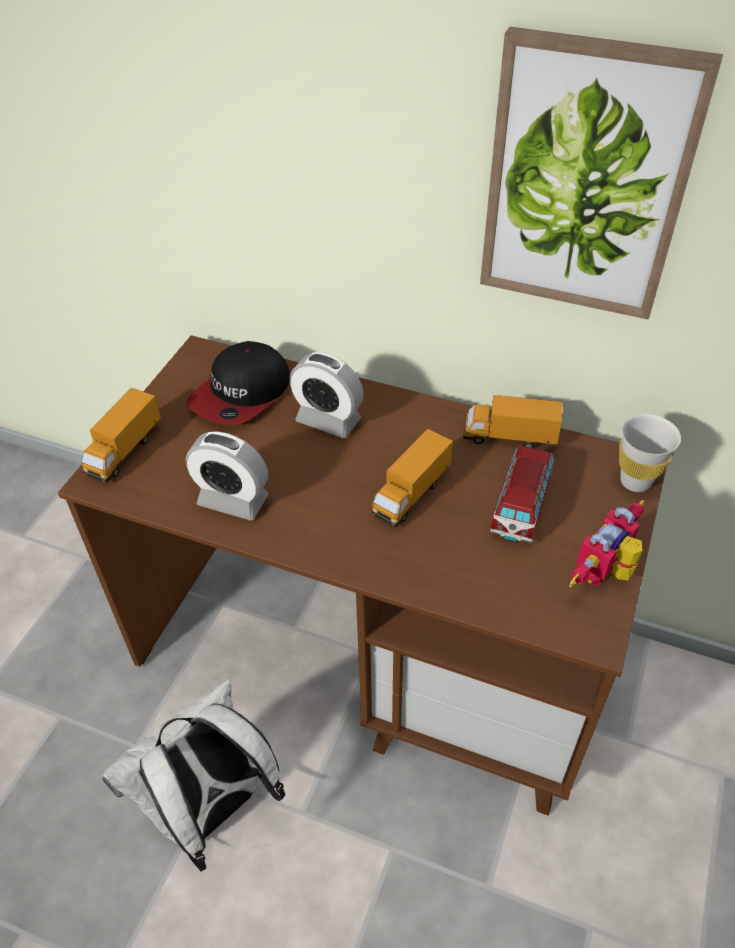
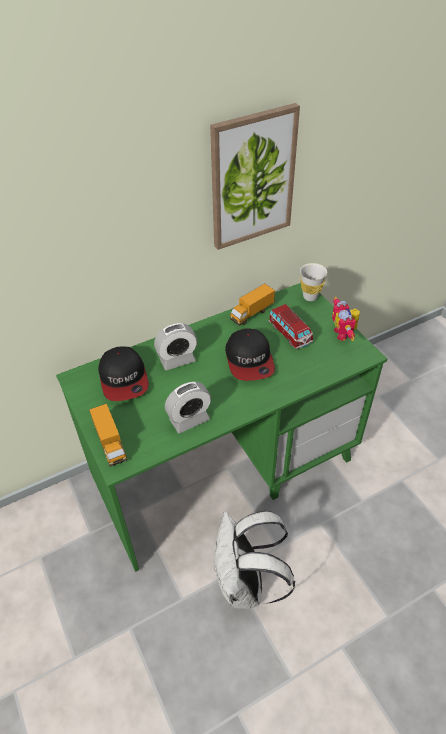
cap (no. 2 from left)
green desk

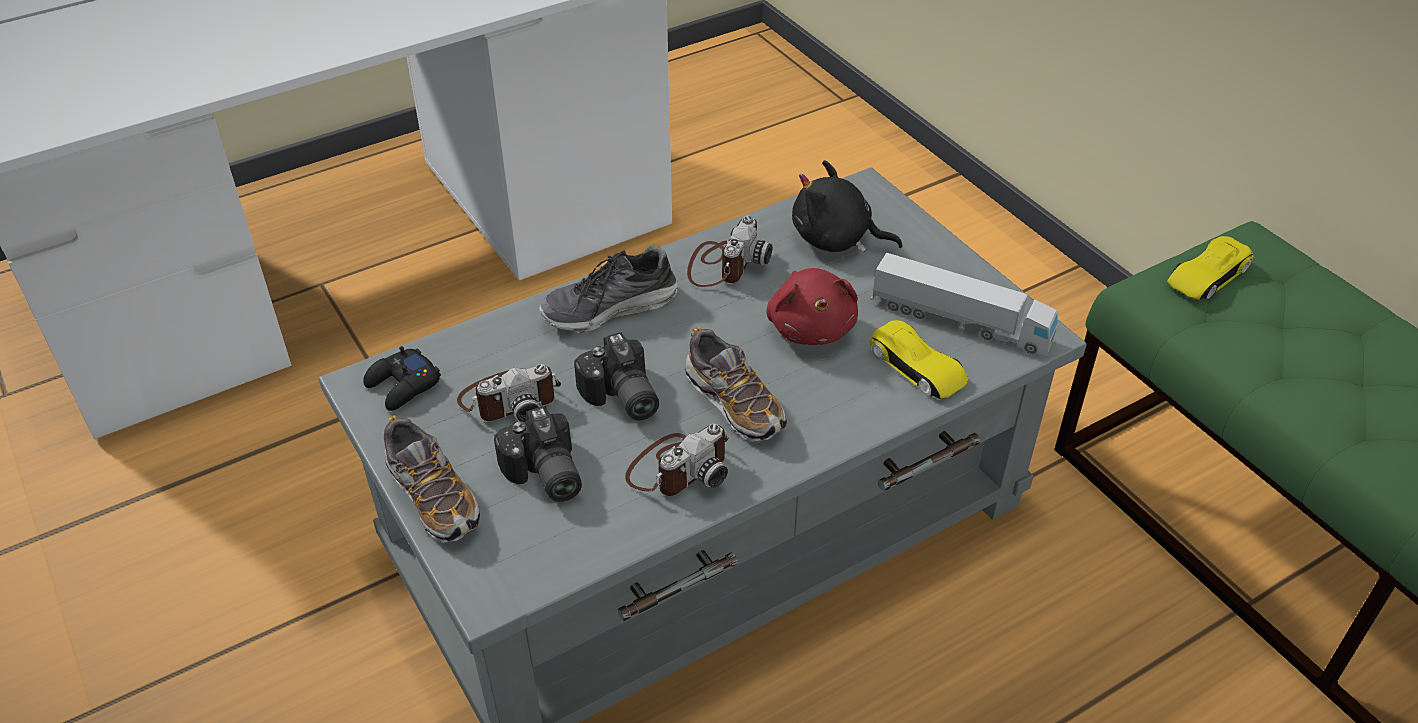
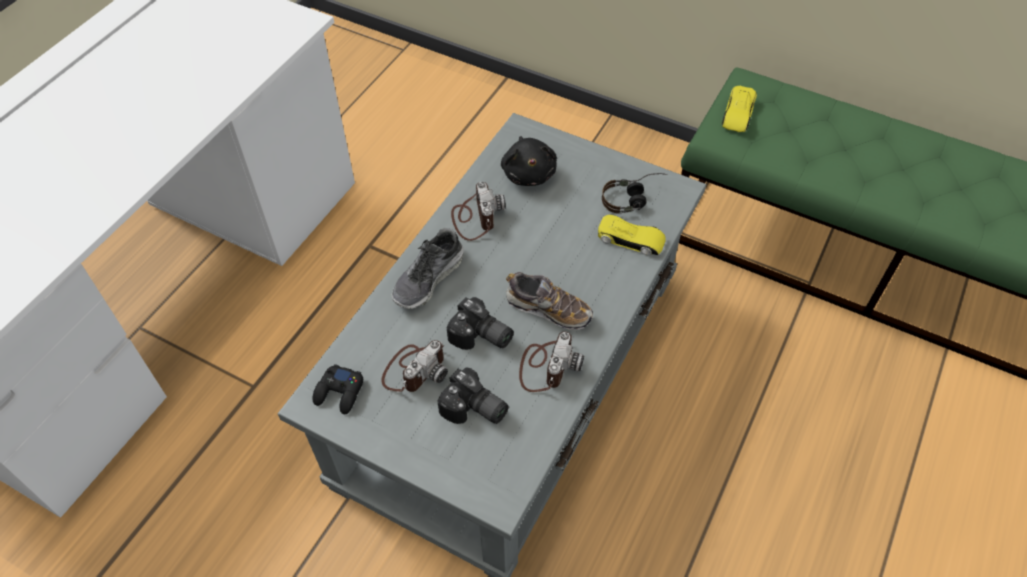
shoe (no. 1 from left in the first image)
red plush toy
headphones
black plush toy

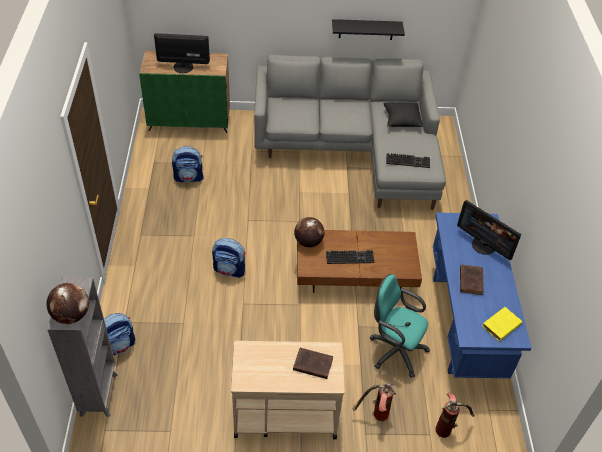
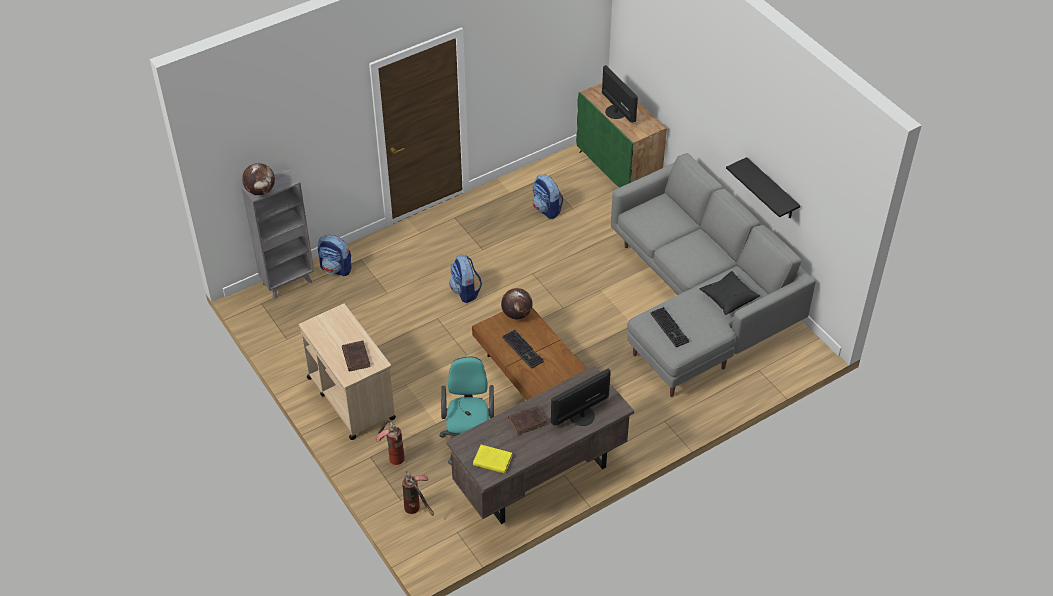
brown desk
monitor (no. 1 from left)

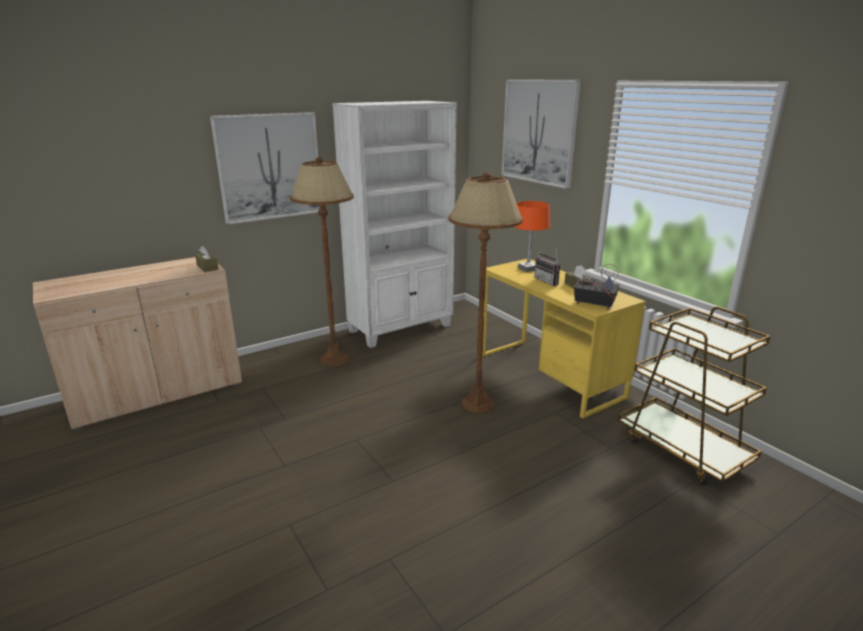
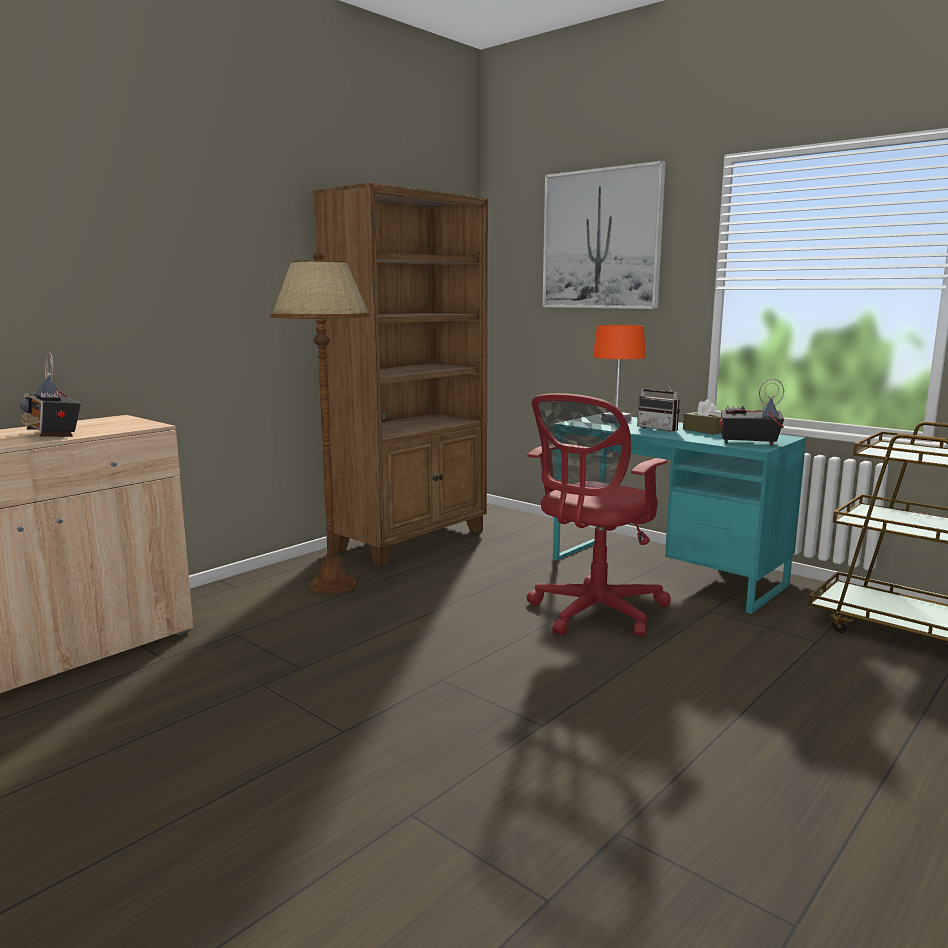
brown tissue box (no. 1 from left in the first image)
picture (no. 1 from left in the first image)
radio (no. 1 from left)
red office chair
brown bookcase
turquoise desk

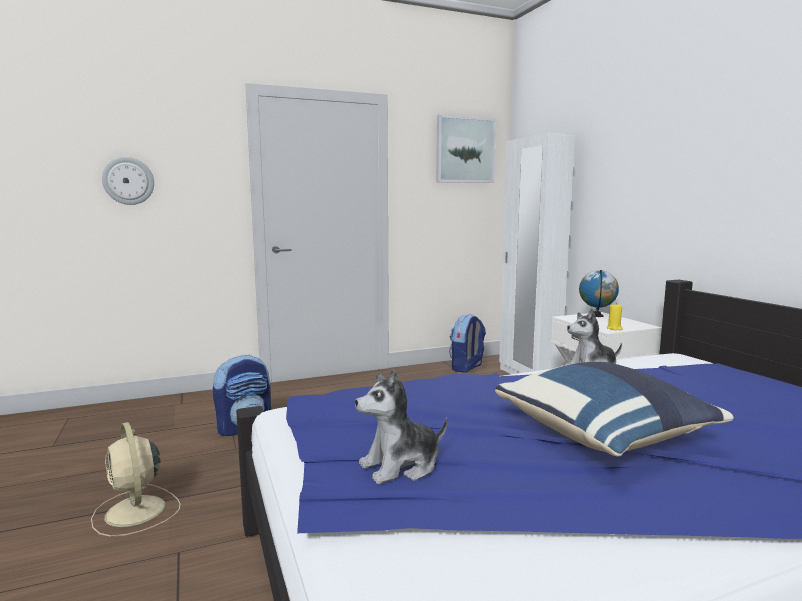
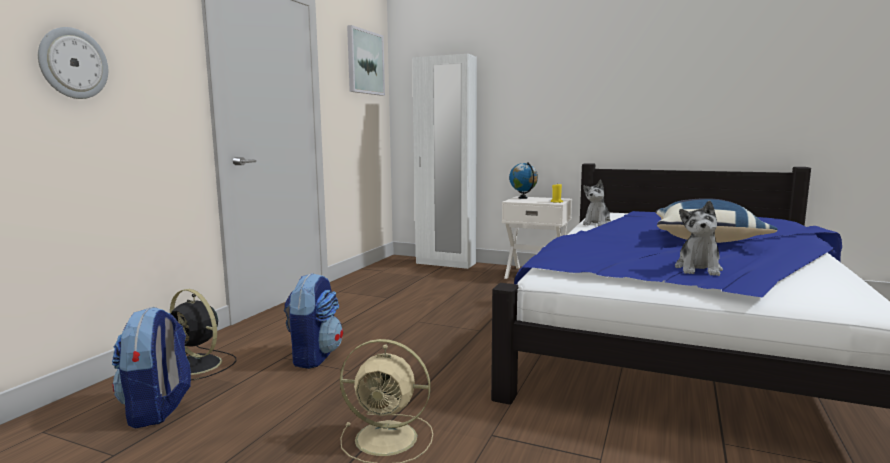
black fan
backpack (no. 1 from left)

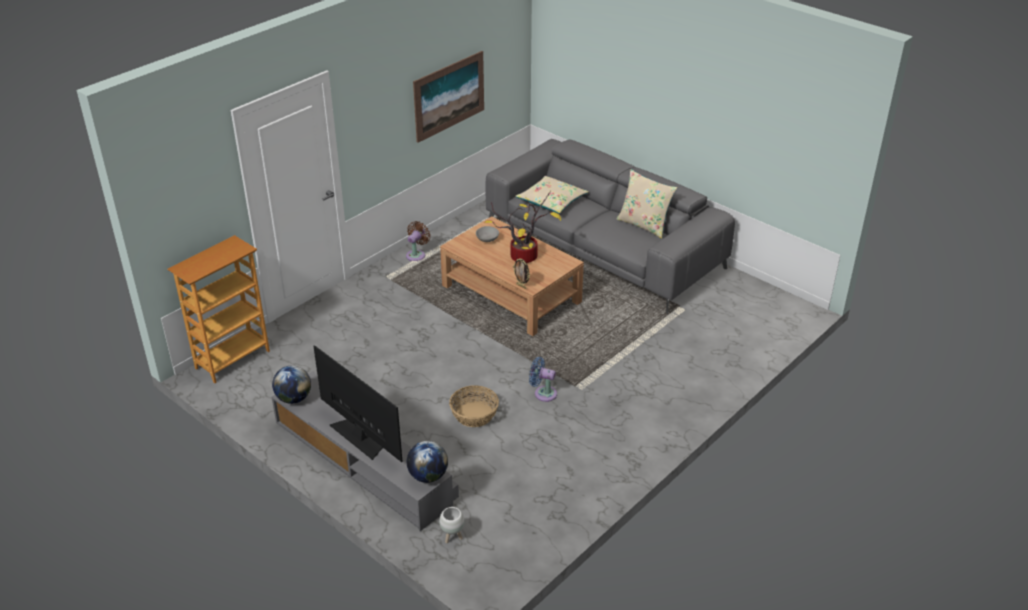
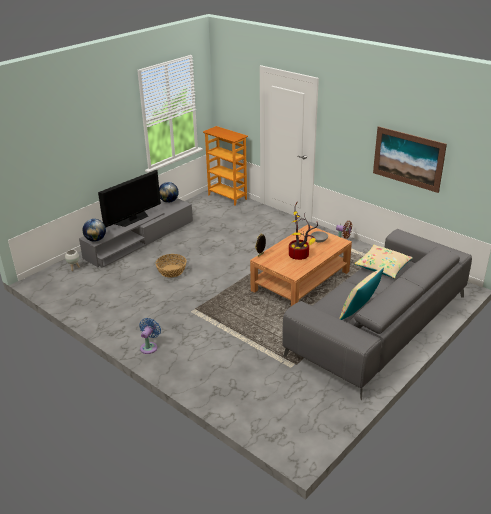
blue fan

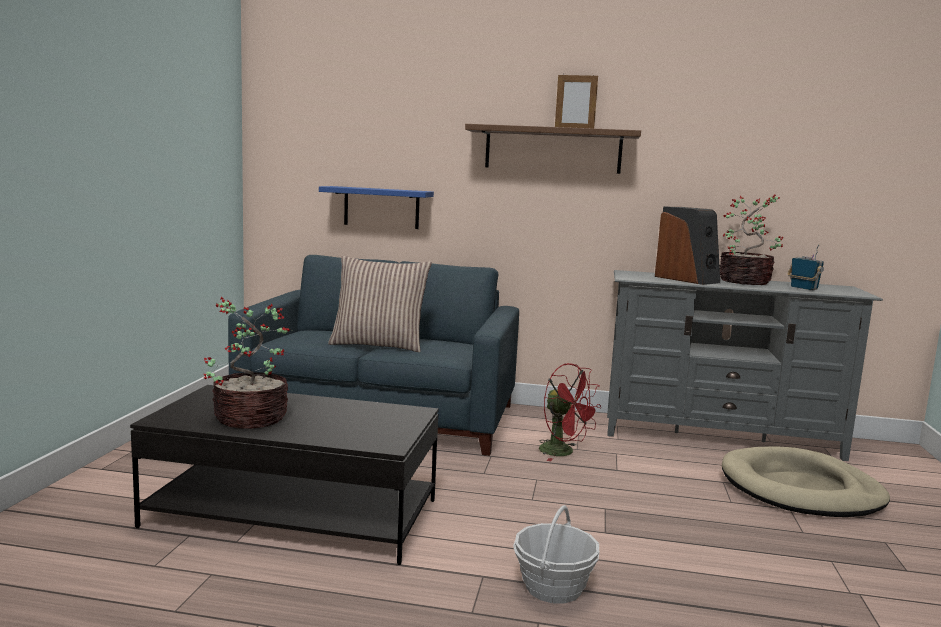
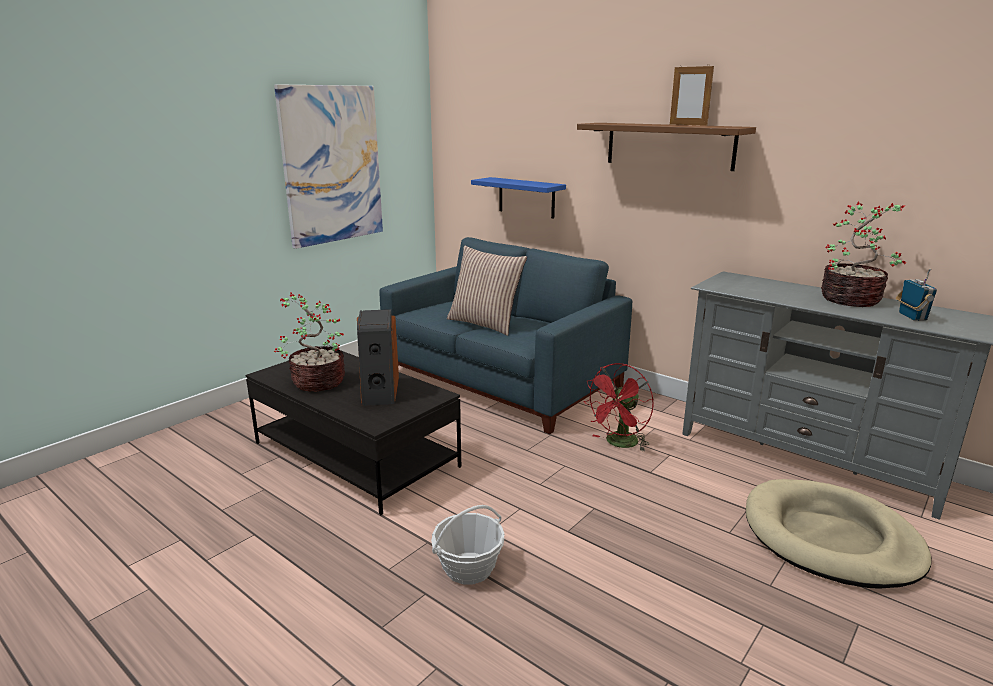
picture
speaker
red fan

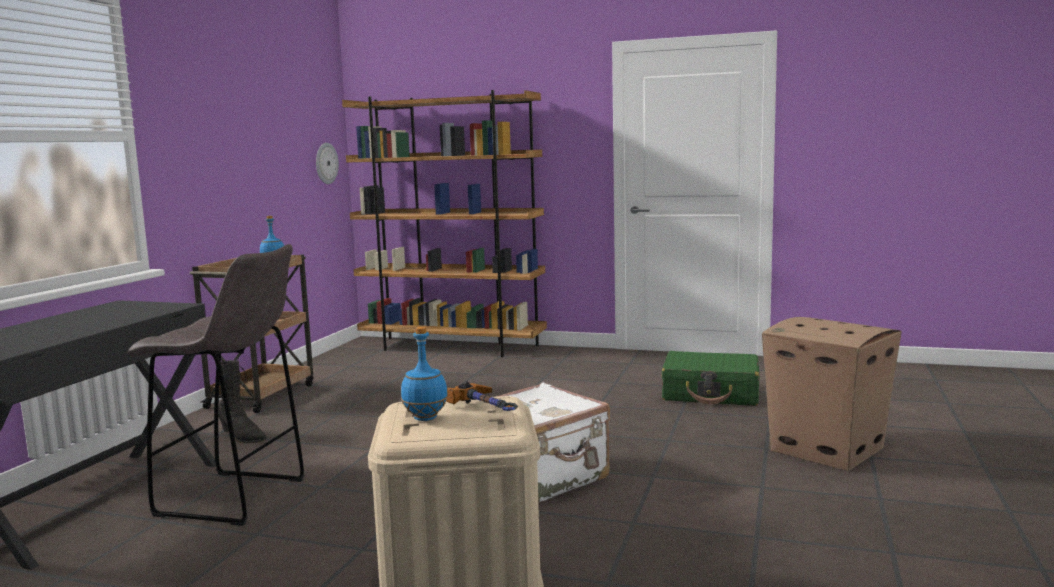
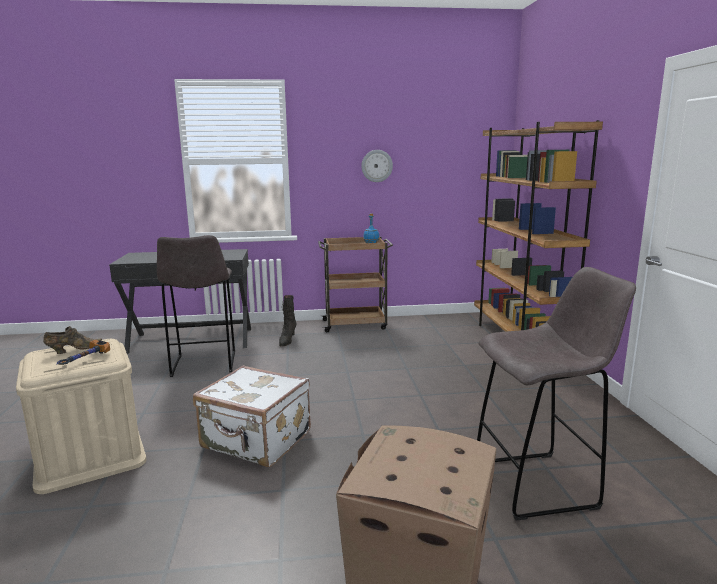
wall clock
brown shoe
grey stool (no. 2 from left)

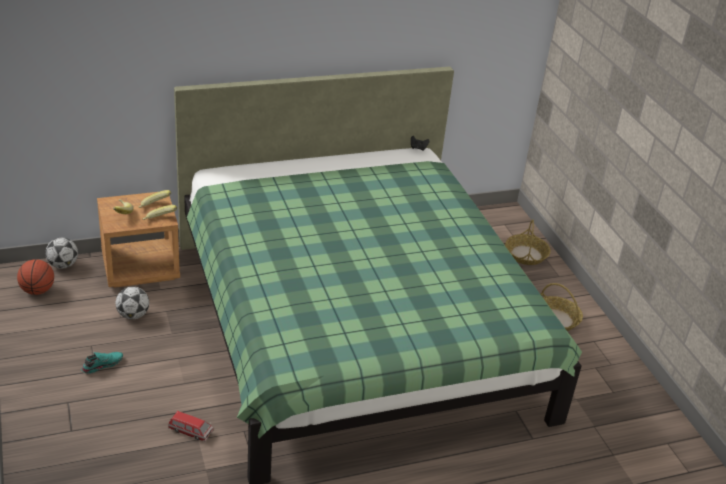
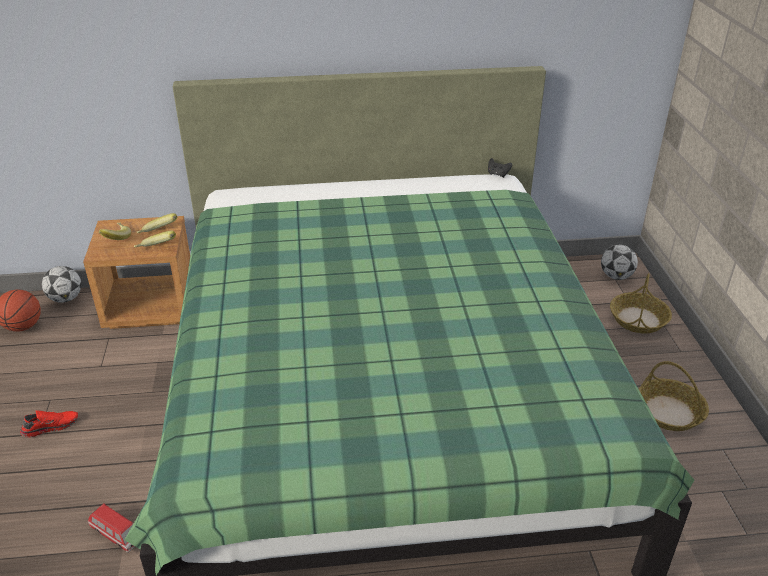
football (no. 2 from left)
red shoe

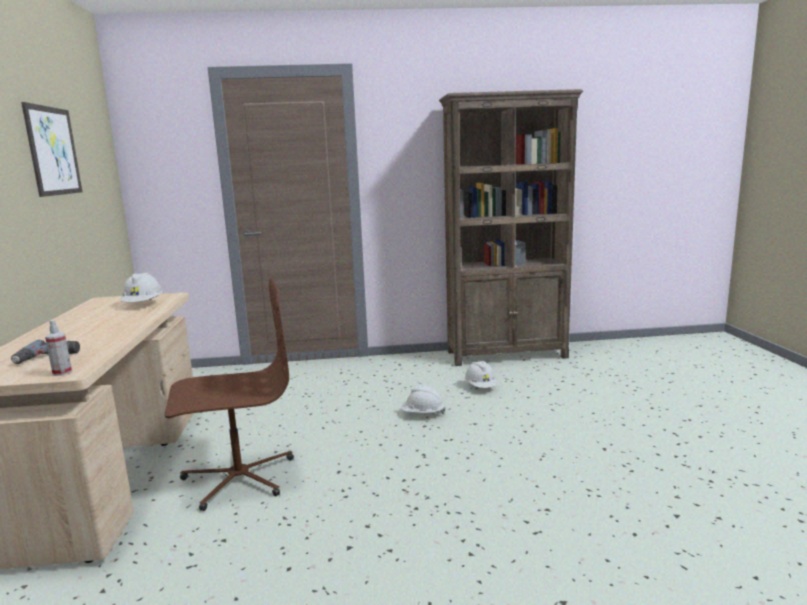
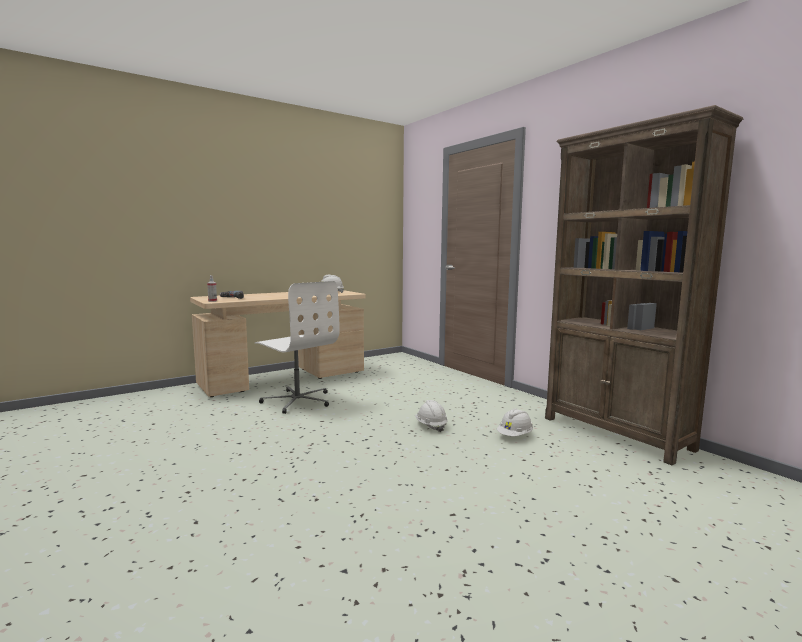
picture
white office chair

